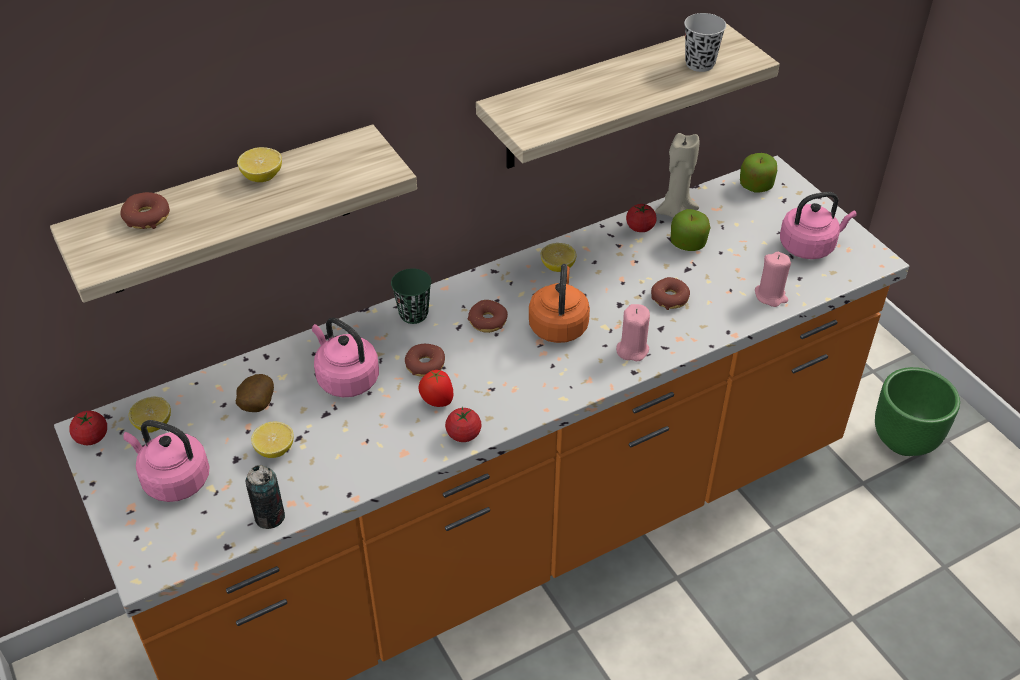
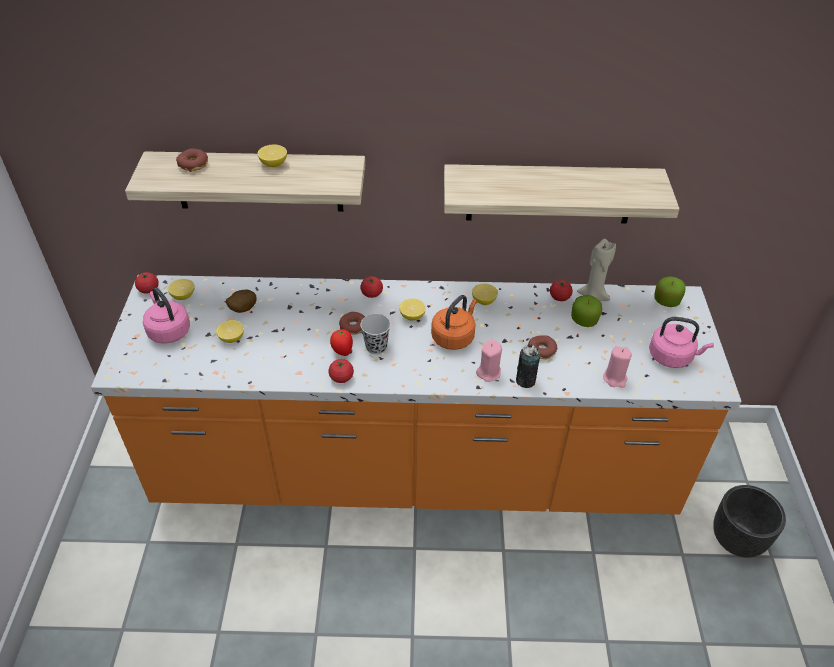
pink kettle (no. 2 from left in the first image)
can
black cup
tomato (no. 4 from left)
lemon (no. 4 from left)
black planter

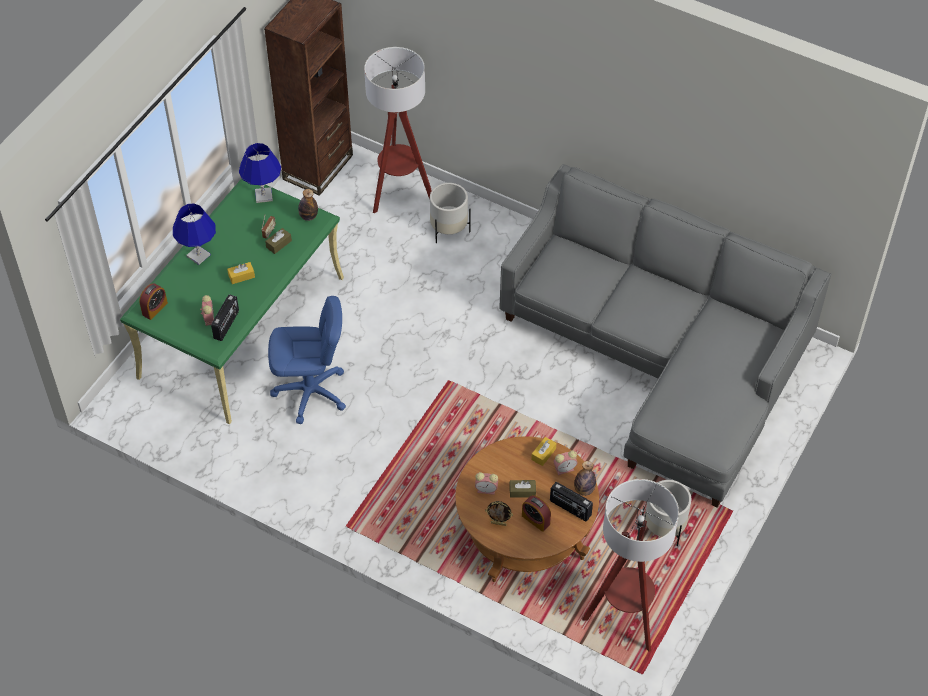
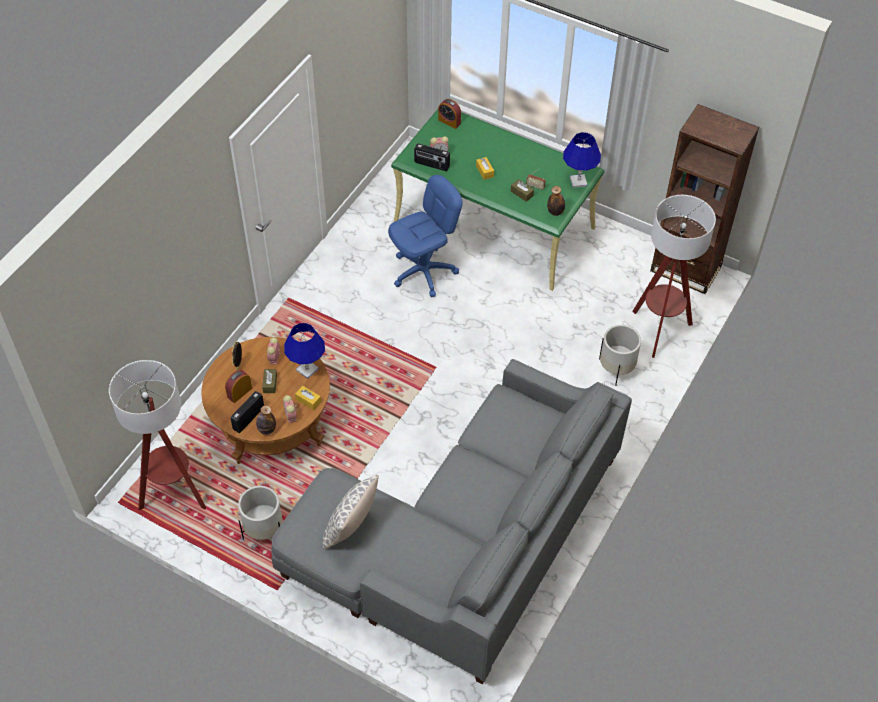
pillow
blue table lamp (no. 1 from left)
blue office chair

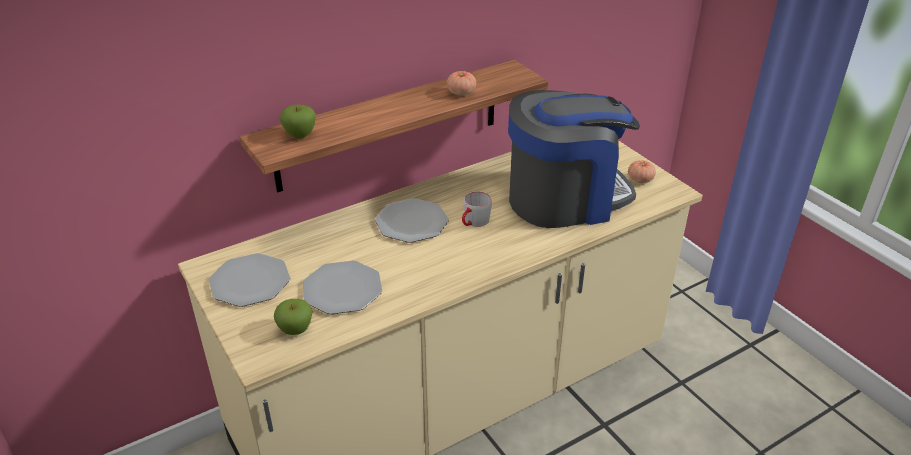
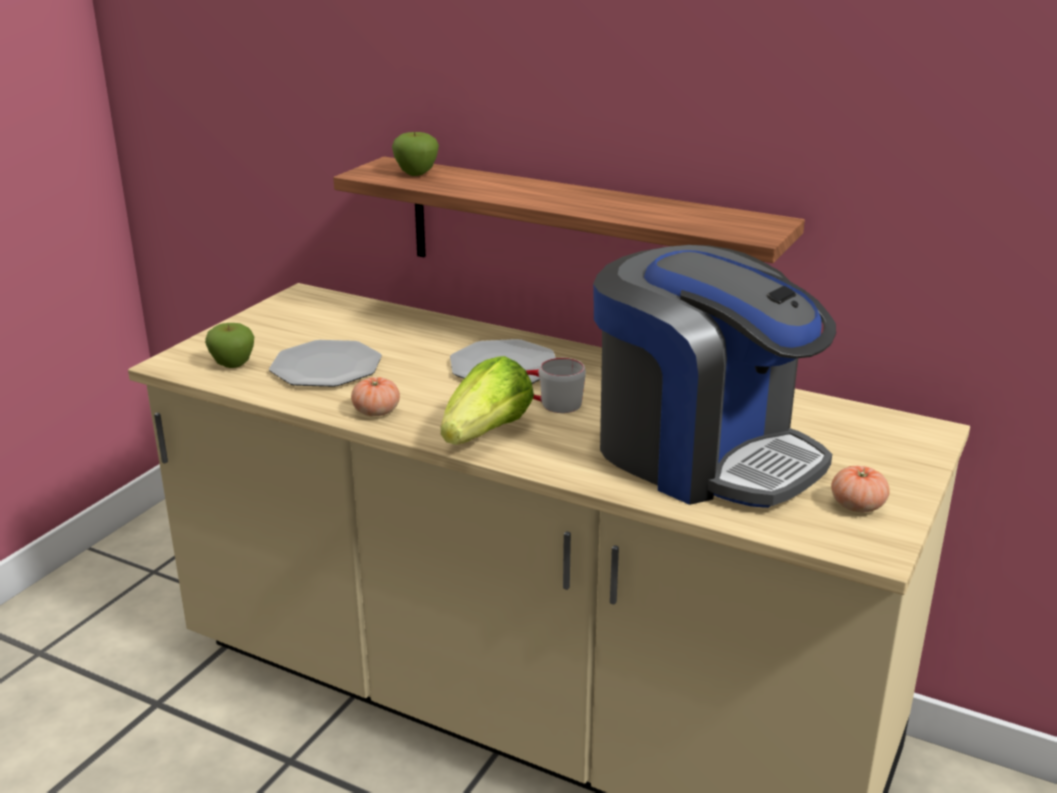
plate (no. 1 from left in the first image)
lettuce
tomato (no. 1 from left)

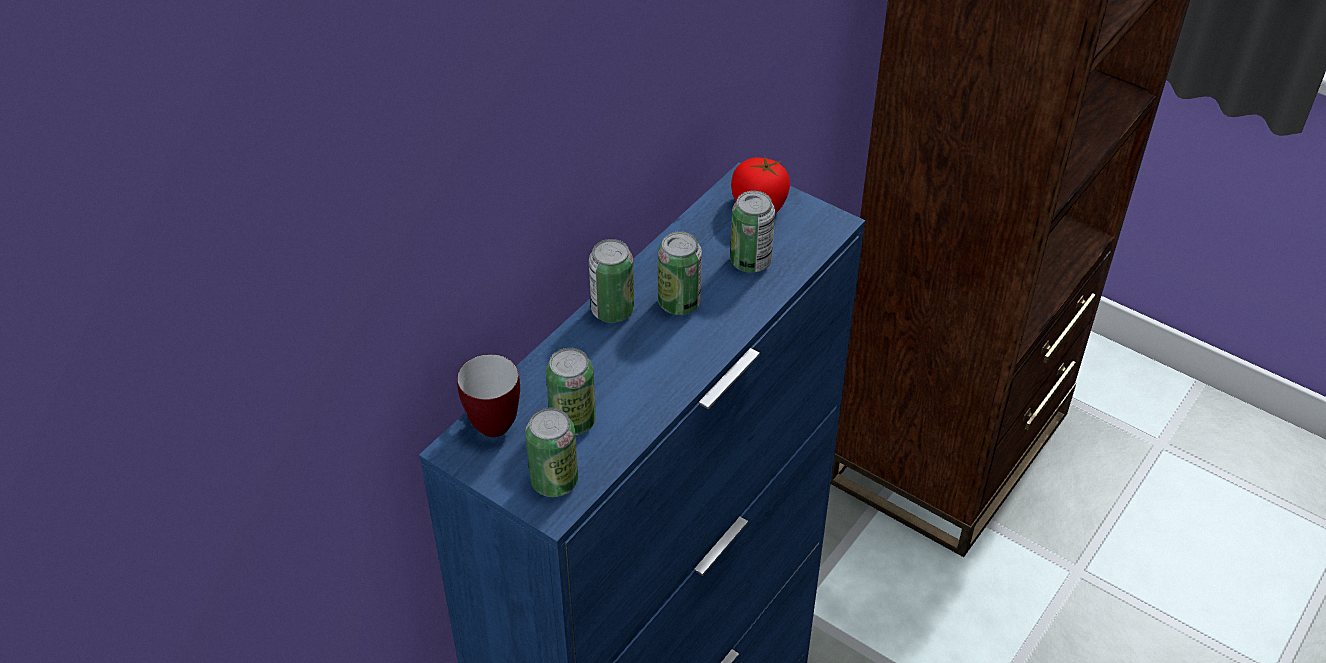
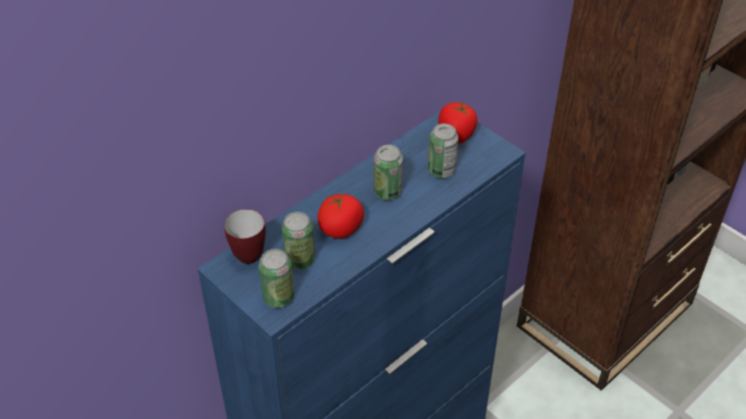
can (no. 3 from left in the first image)
tomato (no. 1 from left)

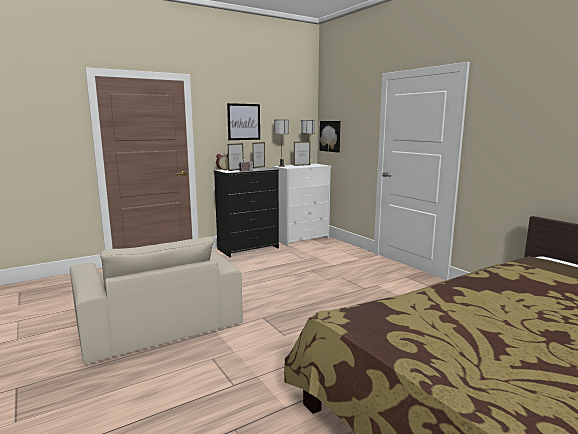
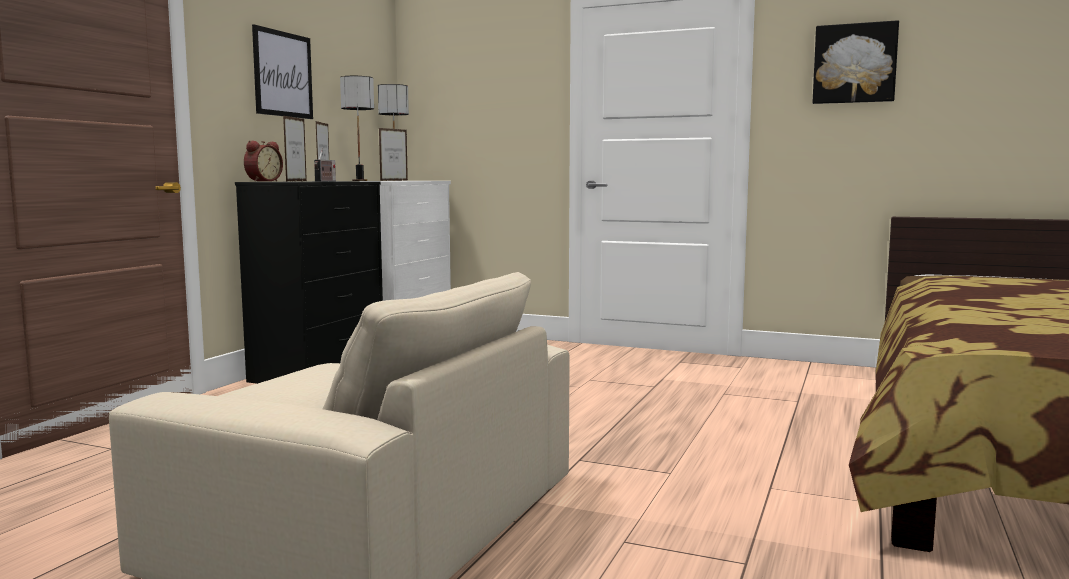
picture (no. 2 from left)

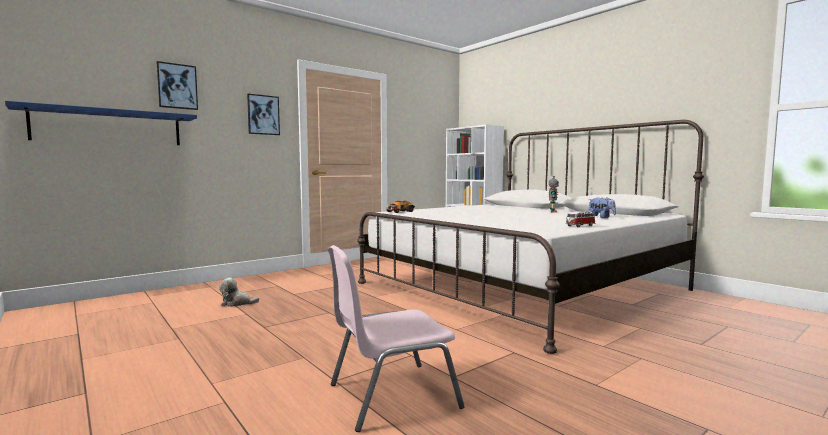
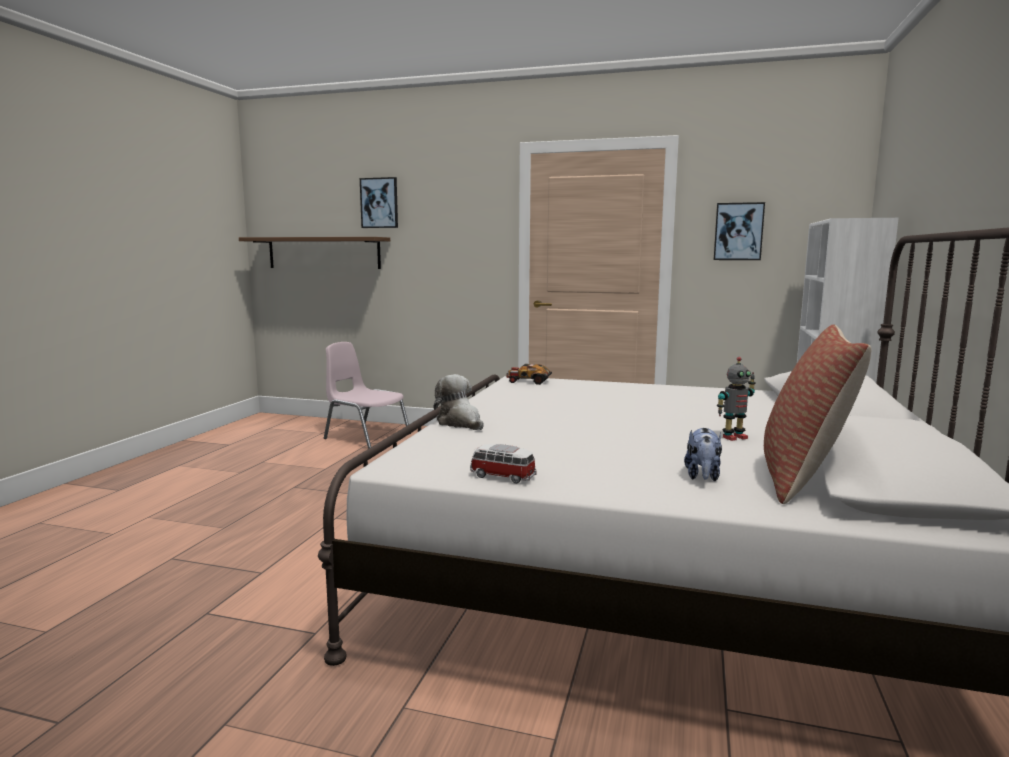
pillow
plush toy (no. 1 from left)
picture (no. 2 from left)
pink chair
brown shelf

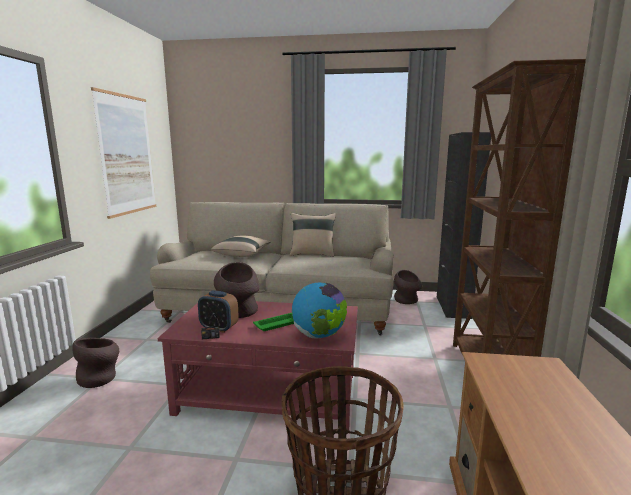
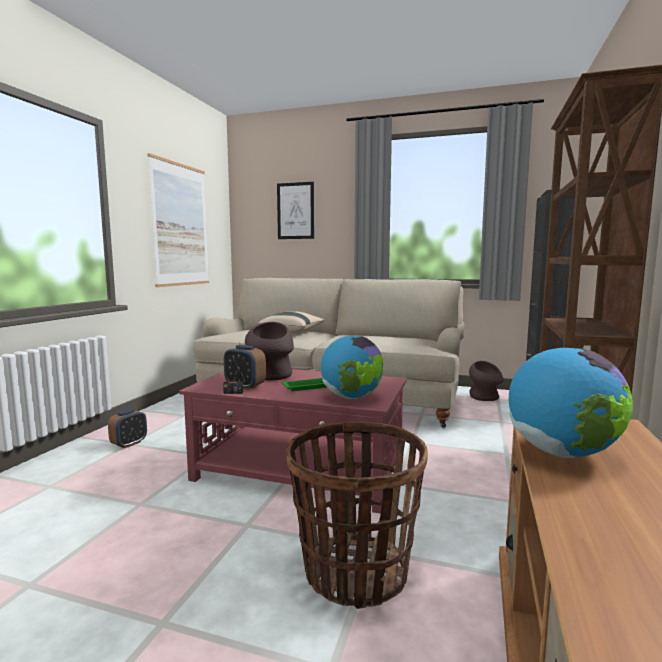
beige pillow (no. 2 from left in the first image)
picture (no. 2 from left)
globe (no. 2 from left)
alarm clock (no. 1 from left)

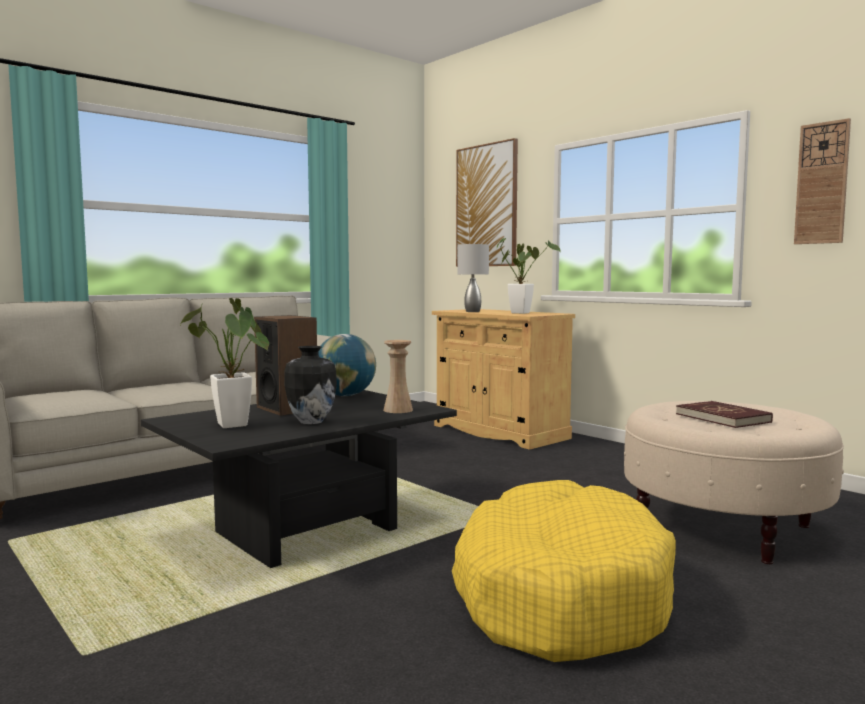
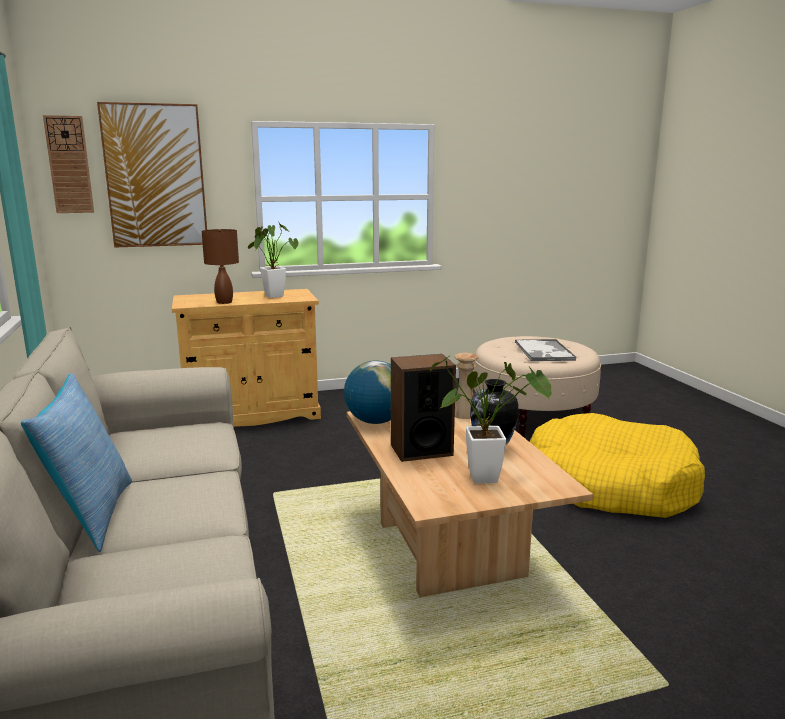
pillow
wall clock
tray
beige coffee table
brown table lamp

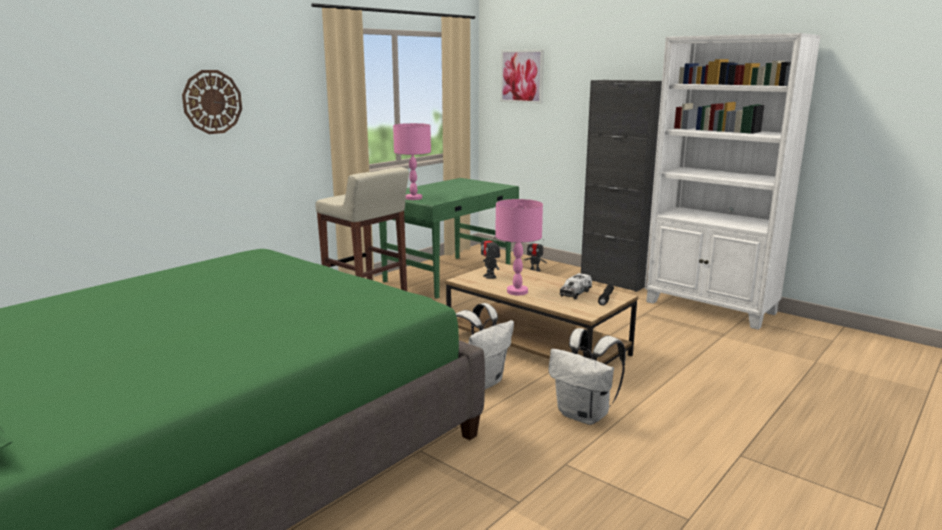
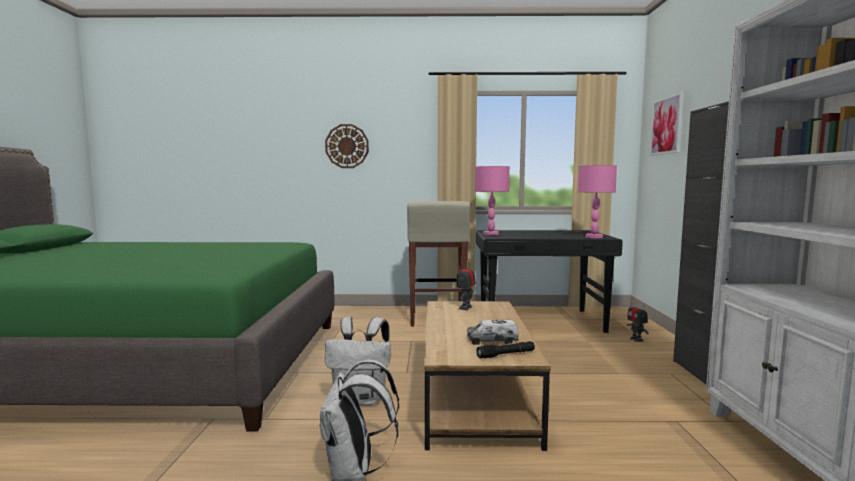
pink table lamp (no. 2 from left)
black desk

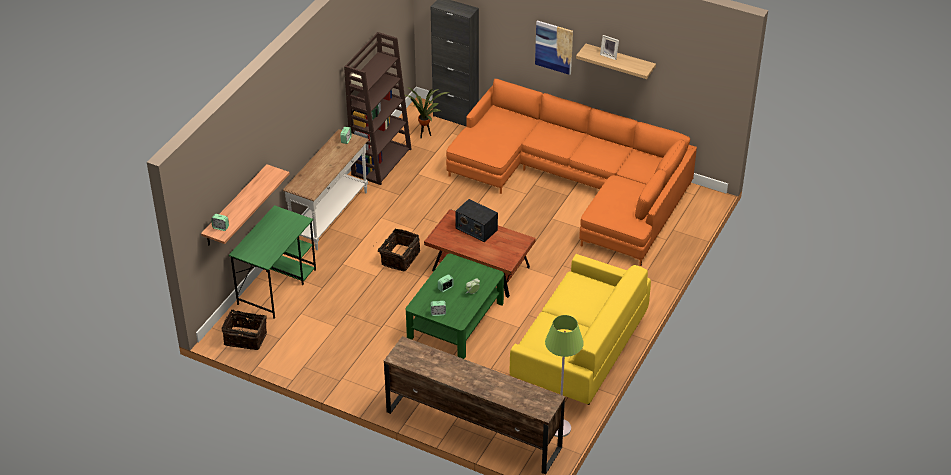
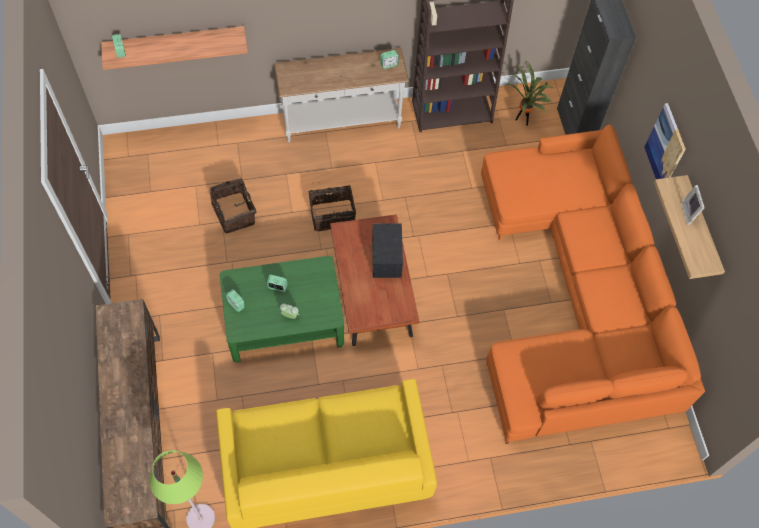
green desk
basket (no. 1 from left)

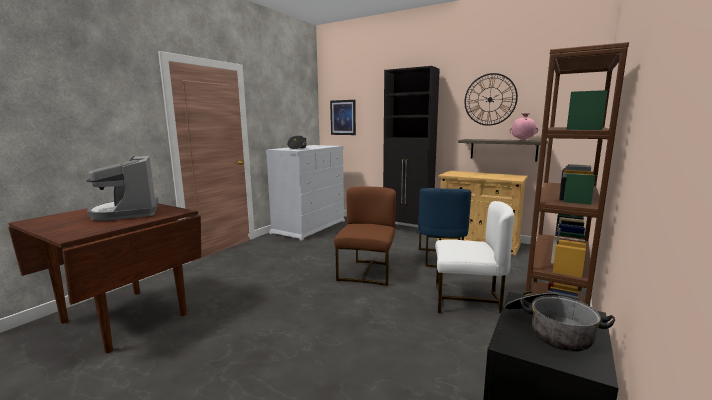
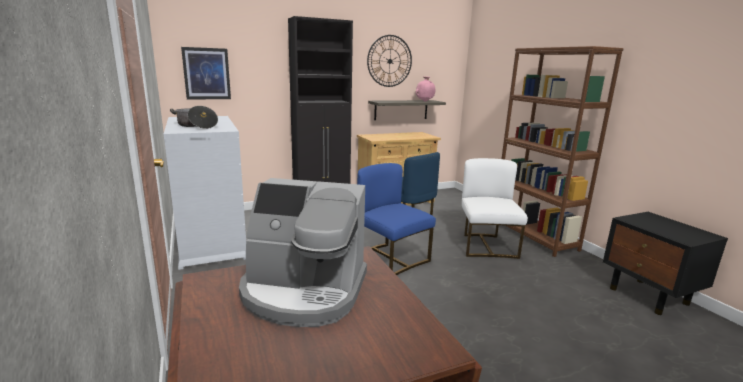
cooking pot (no. 2 from left in the first image)
blue chair (no. 1 from left)
white chair

